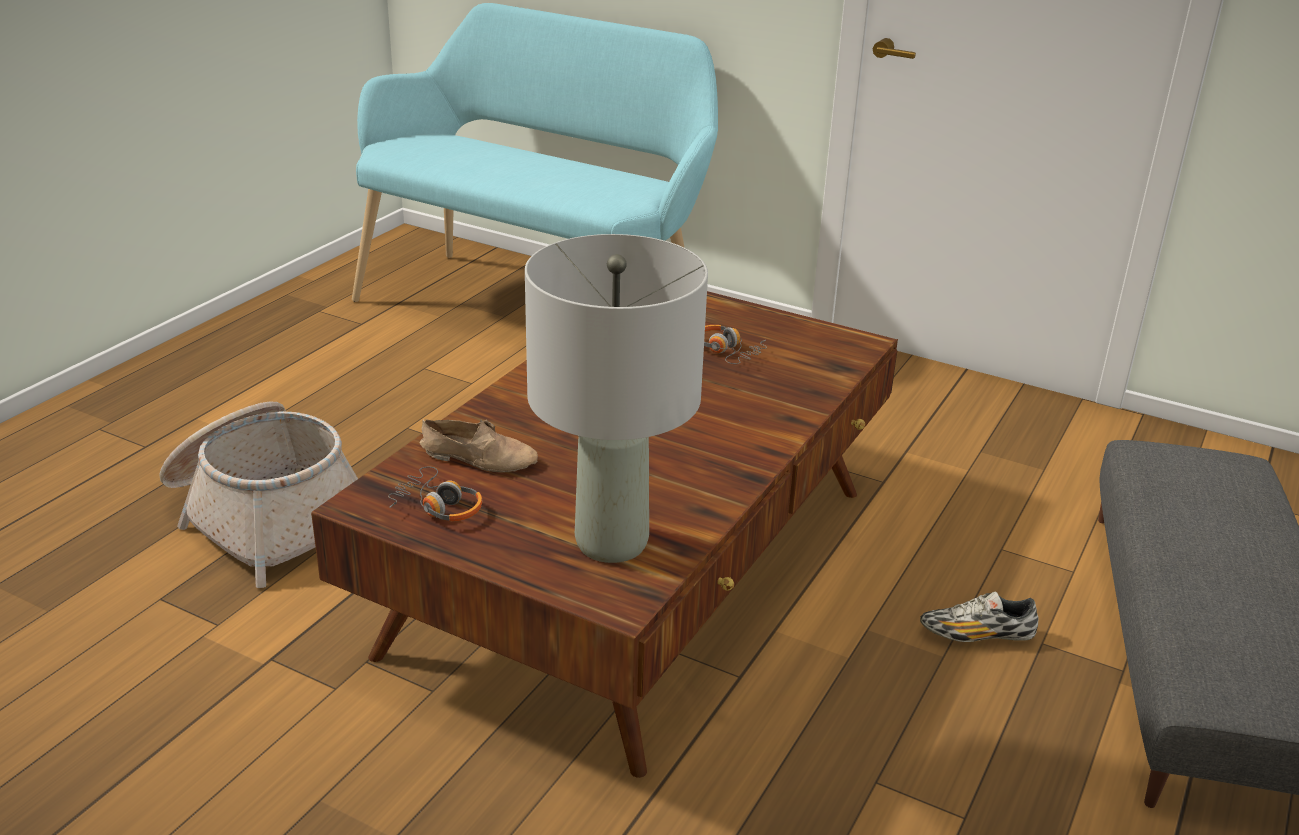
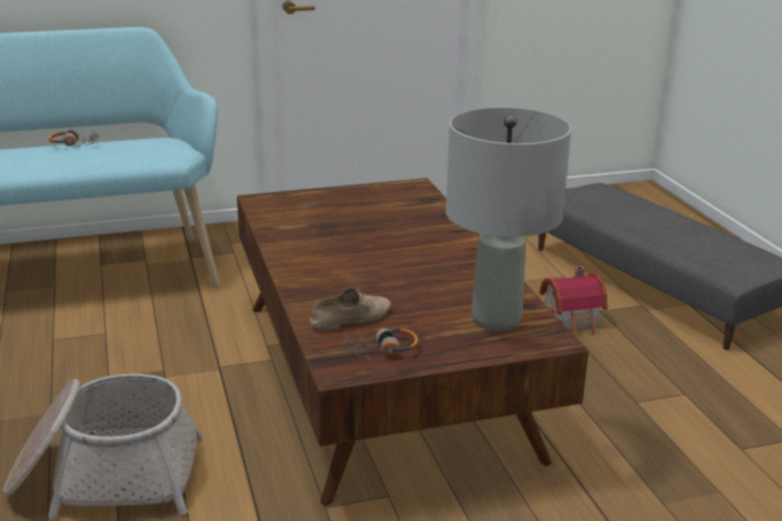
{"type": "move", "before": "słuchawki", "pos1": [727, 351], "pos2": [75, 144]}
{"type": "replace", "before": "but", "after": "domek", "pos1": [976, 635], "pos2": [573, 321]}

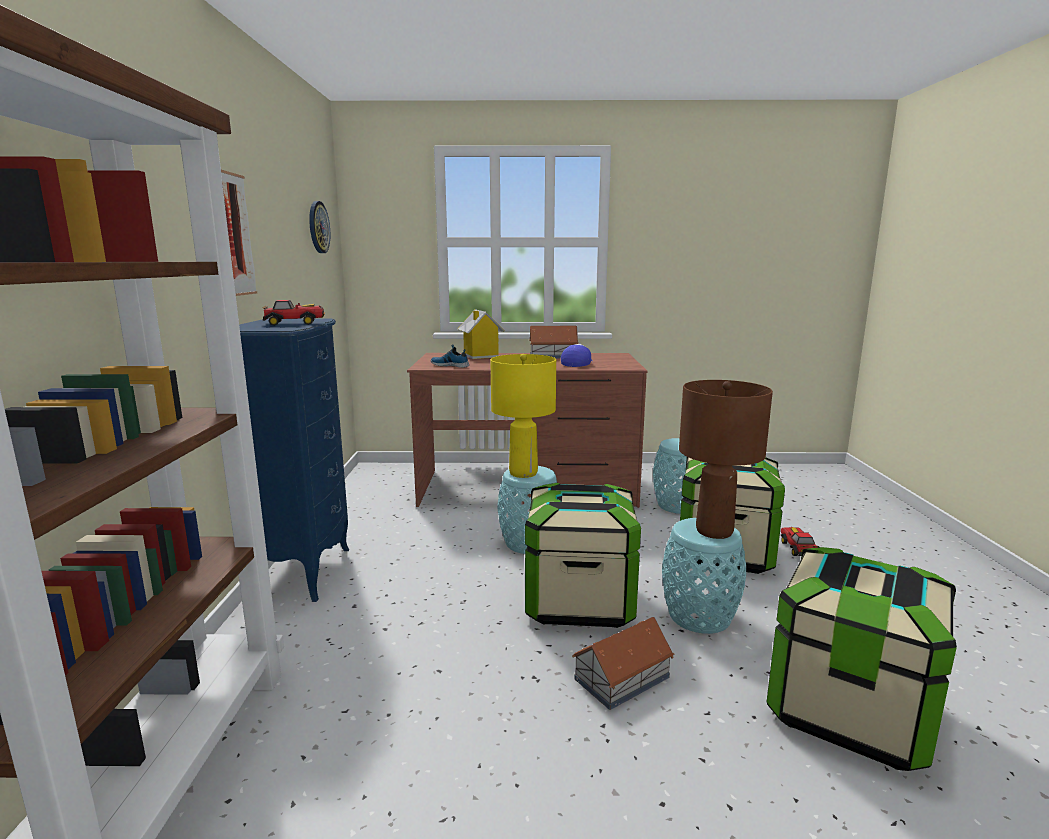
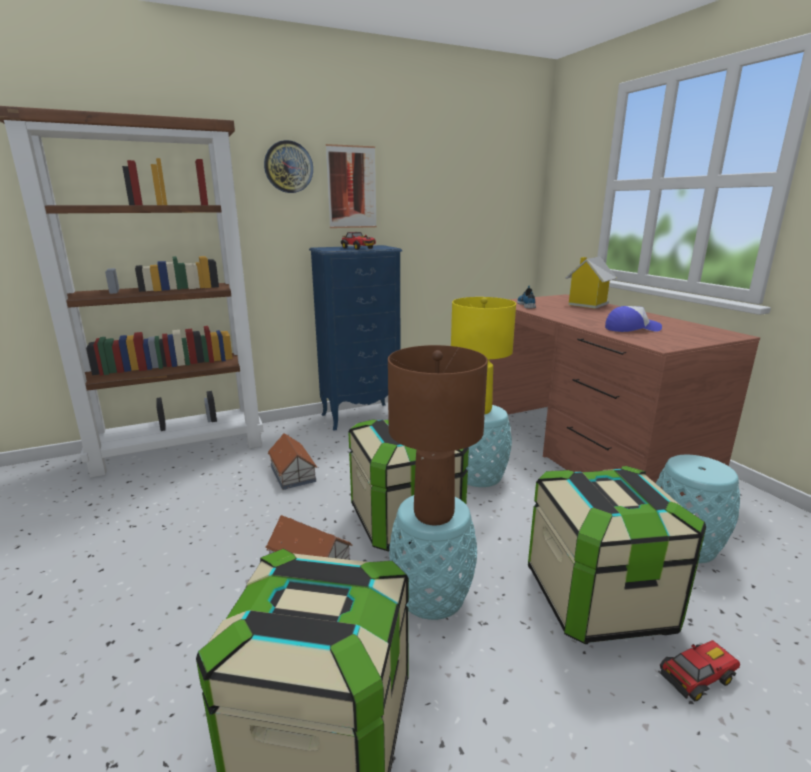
{"type": "move", "before": "zegar ścienny", "pos1": [318, 227], "pos2": [288, 167]}
{"type": "move", "before": "domek", "pos1": [552, 356], "pos2": [293, 473]}

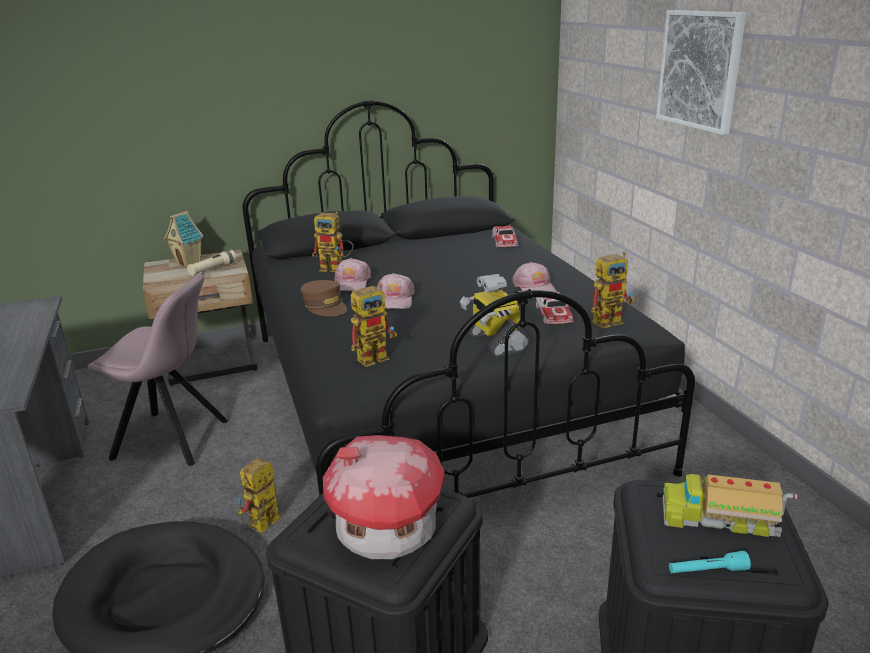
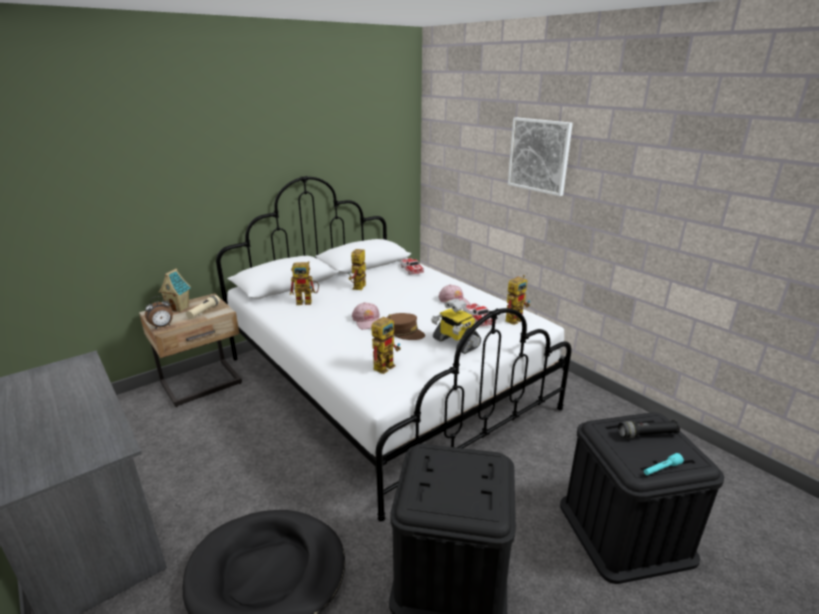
{"type": "delete", "before": "krzesło/różowy", "pos1": [172, 439]}
{"type": "delete", "before": "domek", "pos1": [385, 531]}
{"type": "delete", "before": "czapka z daszkiem/różowy", "pos1": [351, 283]}
{"type": "insert", "after": "budzik", "pos2": [162, 327]}
{"type": "move", "before": "robot zabawkowy", "pos1": [262, 528], "pos2": [359, 289]}
{"type": "move", "before": "czapka z daszkiem/brązowy", "pos1": [325, 306], "pos2": [405, 332]}
{"type": "replace", "before": "ciężarówka zabawkowa", "after": "latarka/czarny", "pos1": [720, 516], "pos2": [647, 434]}
{"type": "recolor", "before": "łóżko/czarny", "after": "łóżko/biały", "pos1": [436, 396], "pos2": [385, 382]}

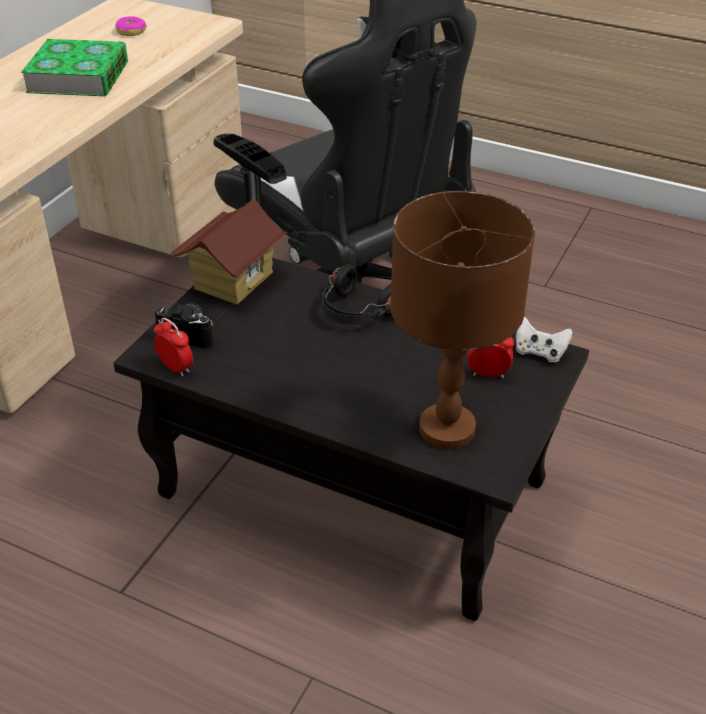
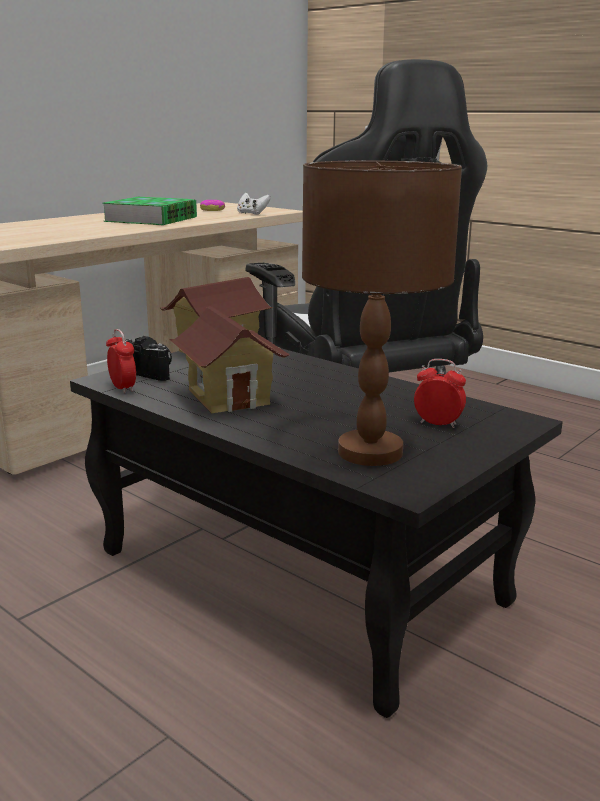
{"type": "delete", "before": "słuchawki/czarny", "pos1": [356, 311]}
{"type": "insert", "after": "domek", "pos2": [229, 397]}
{"type": "move", "before": "pad do gier/biały", "pos1": [539, 352], "pos2": [252, 213]}

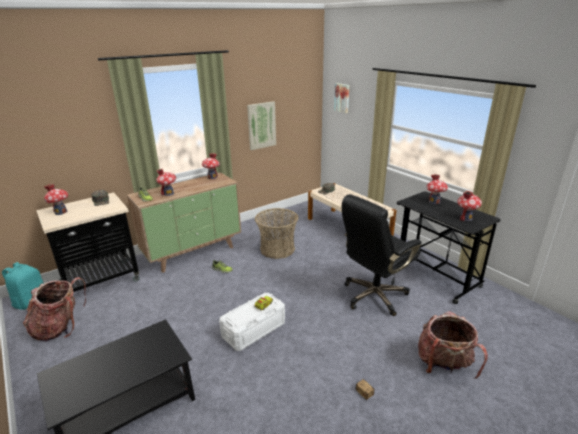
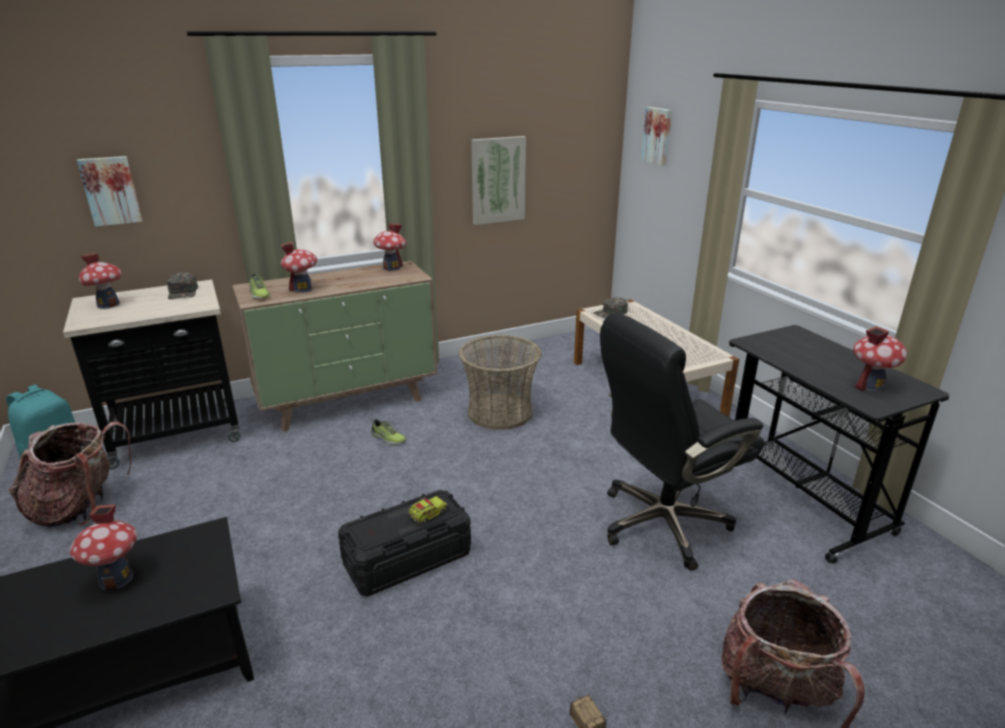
{"type": "insert", "after": "obraz", "pos2": [110, 190]}
{"type": "move", "before": "domek", "pos1": [434, 202], "pos2": [117, 579]}
{"type": "recolor", "before": "pojemnik do przechowywania/biały", "after": "pojemnik do przechowywania/czarny", "pos1": [253, 330], "pos2": [407, 559]}

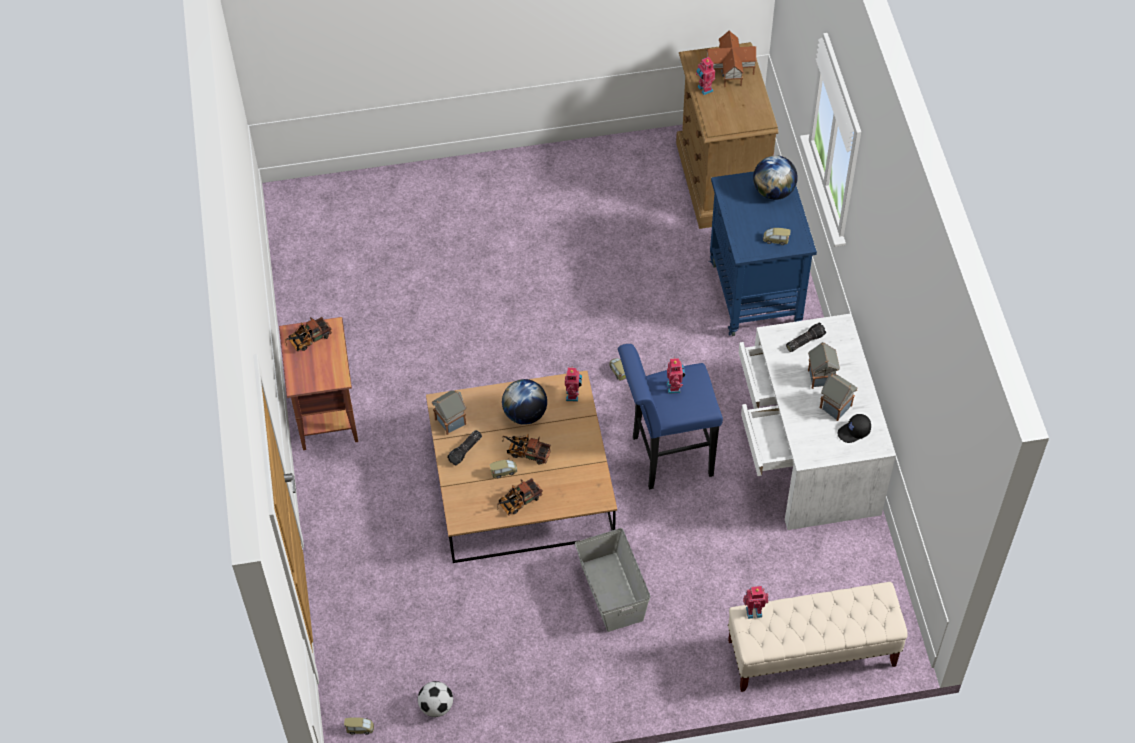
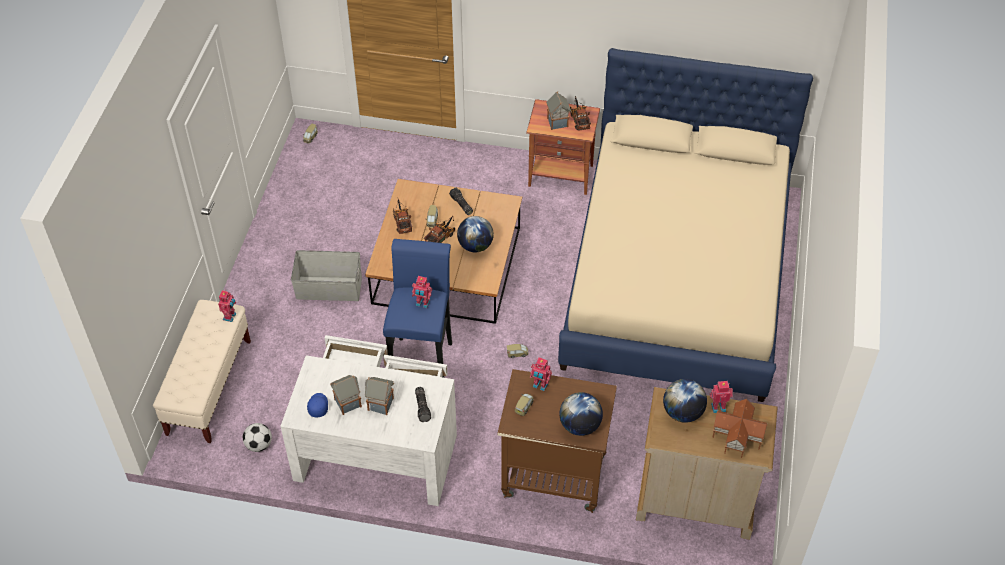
{"type": "insert", "after": "łóżko/beżowy", "pos2": [677, 275]}
{"type": "insert", "after": "globus", "pos2": [683, 412]}
{"type": "move", "before": "piłka futbolowa", "pos1": [436, 706], "pos2": [259, 445]}
{"type": "move", "before": "domek", "pos1": [451, 421], "pos2": [558, 123]}
{"type": "move", "before": "robot zabawkowy", "pos1": [573, 395], "pos2": [540, 385]}
{"type": "recolor", "before": "wózek/niebieski", "after": "wózek/brązowy", "pos1": [754, 295], "pos2": [553, 476]}
{"type": "recolor", "before": "czapka z daszkiem/czarny", "after": "czapka z daszkiem/niebieski", "pos1": [854, 432], "pos2": [317, 406]}

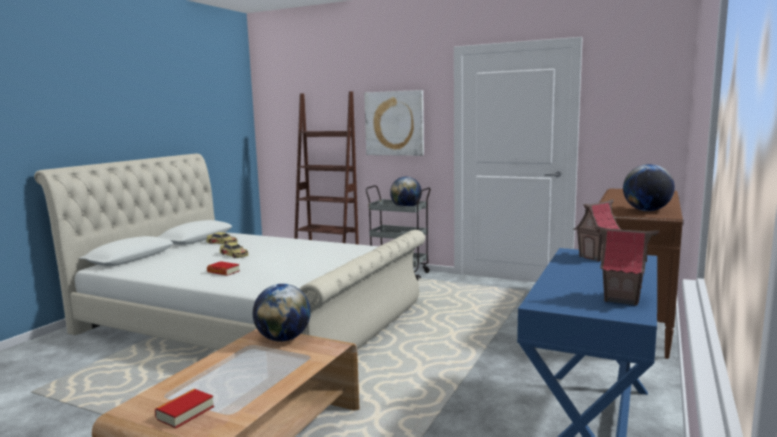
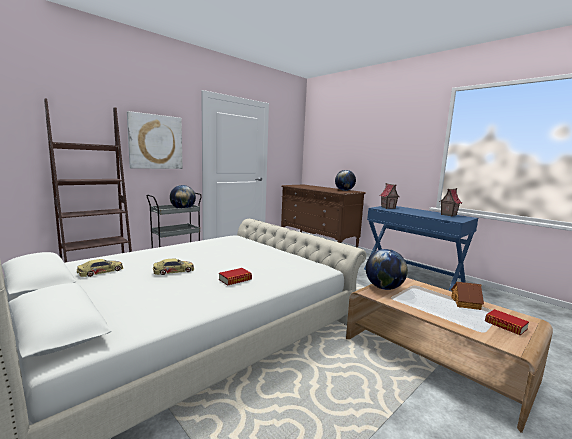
{"type": "insert", "after": "domek", "pos2": [466, 303]}

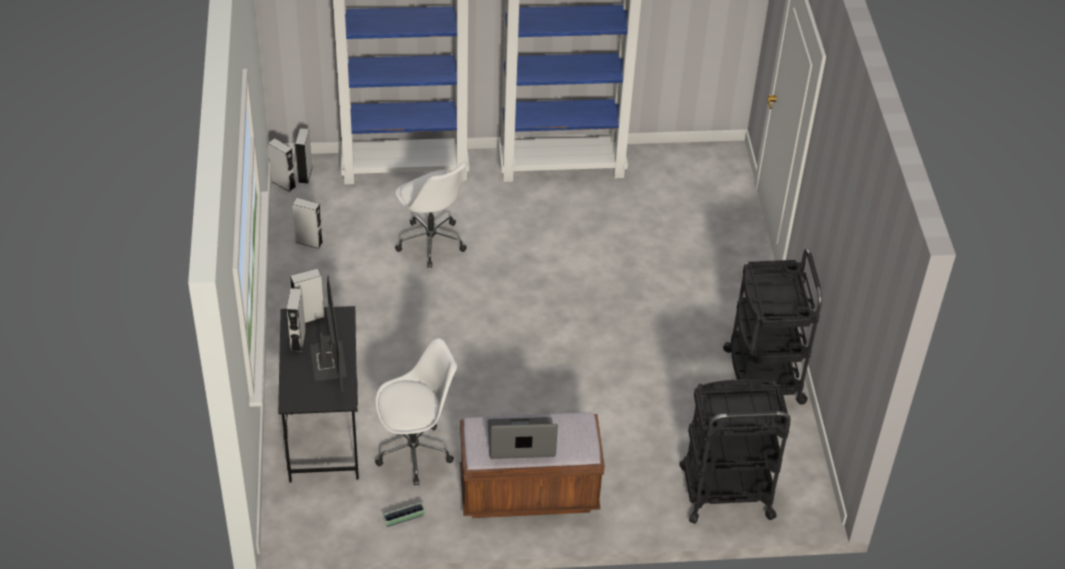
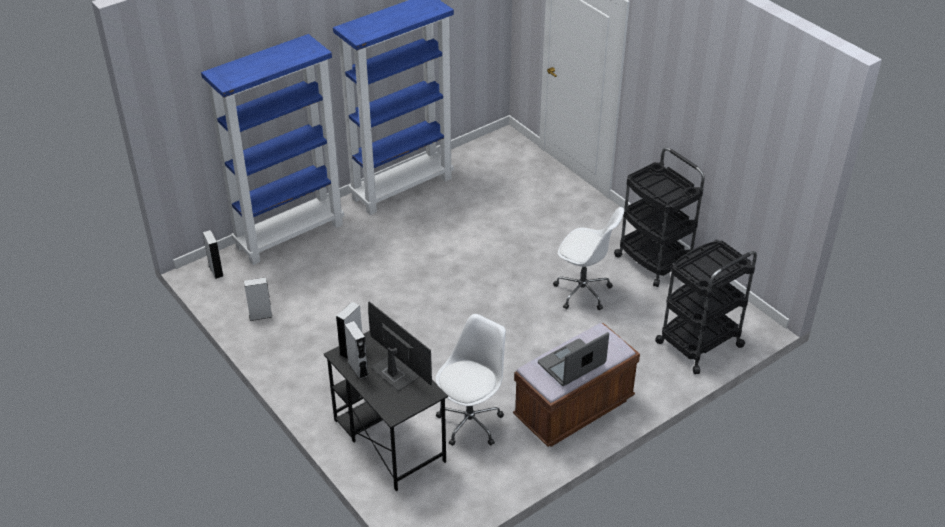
{"type": "delete", "before": "głośnik/szary", "pos1": [283, 184]}
{"type": "delete", "before": "donica", "pos1": [403, 518]}
{"type": "move", "before": "krzesło biurowe/biały", "pos1": [432, 244], "pos2": [584, 292]}

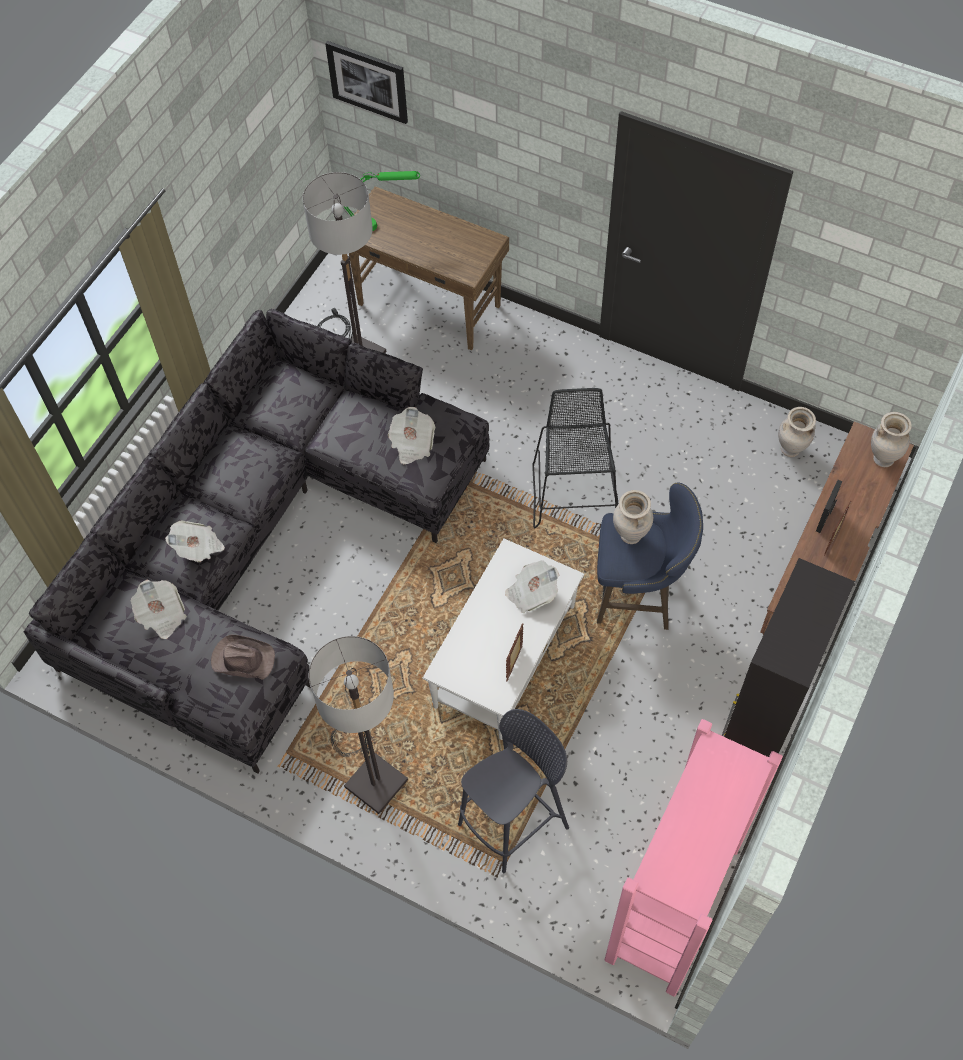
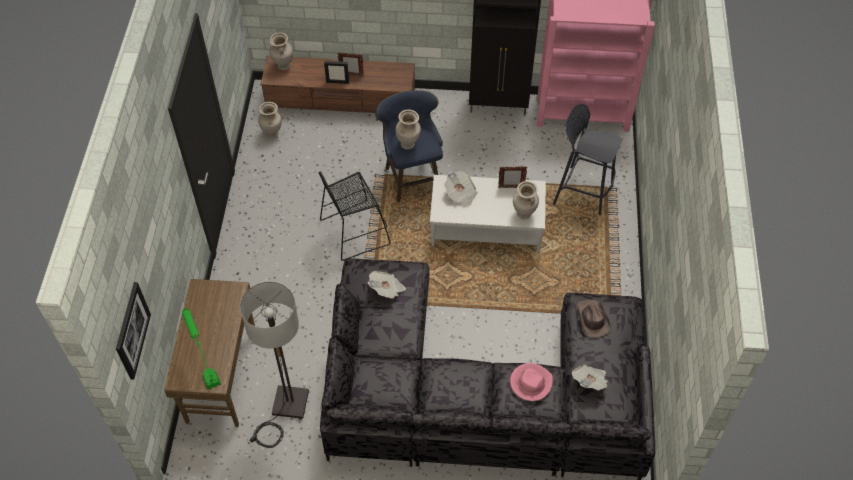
{"type": "delete", "before": "lampa stojąca", "pos1": [369, 770]}
{"type": "insert", "after": "wazon/beżowy", "pos2": [523, 214]}
{"type": "replace", "before": "gazeta", "after": "kapelusz/różowy", "pos1": [198, 548], "pos2": [531, 383]}

